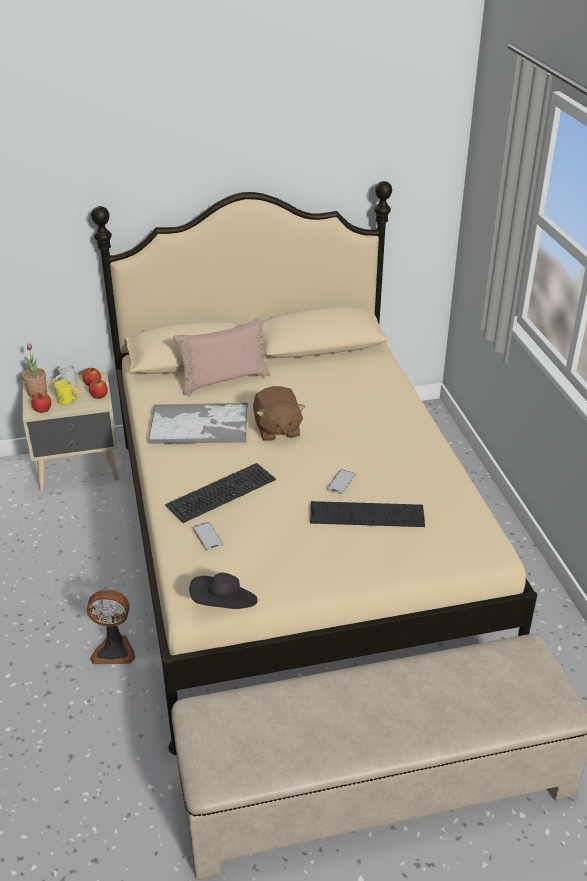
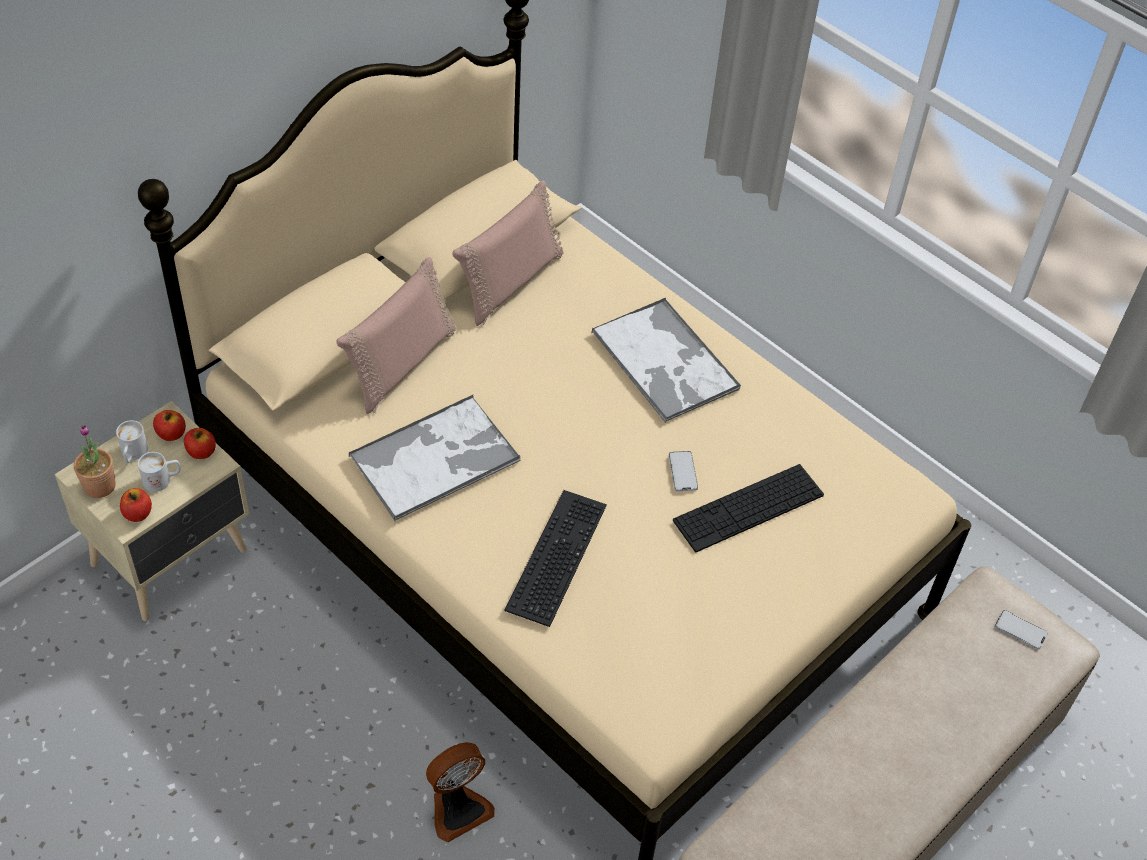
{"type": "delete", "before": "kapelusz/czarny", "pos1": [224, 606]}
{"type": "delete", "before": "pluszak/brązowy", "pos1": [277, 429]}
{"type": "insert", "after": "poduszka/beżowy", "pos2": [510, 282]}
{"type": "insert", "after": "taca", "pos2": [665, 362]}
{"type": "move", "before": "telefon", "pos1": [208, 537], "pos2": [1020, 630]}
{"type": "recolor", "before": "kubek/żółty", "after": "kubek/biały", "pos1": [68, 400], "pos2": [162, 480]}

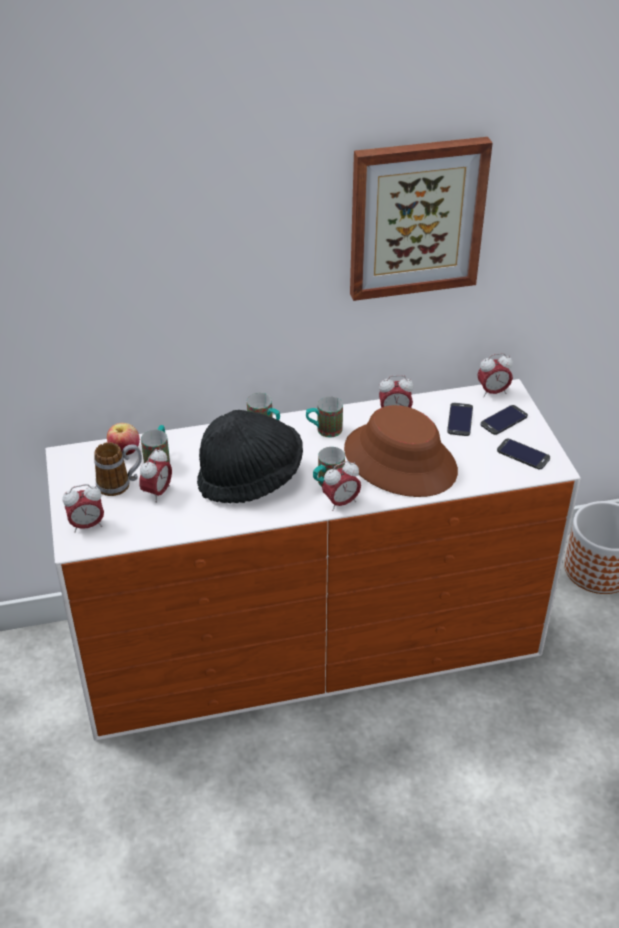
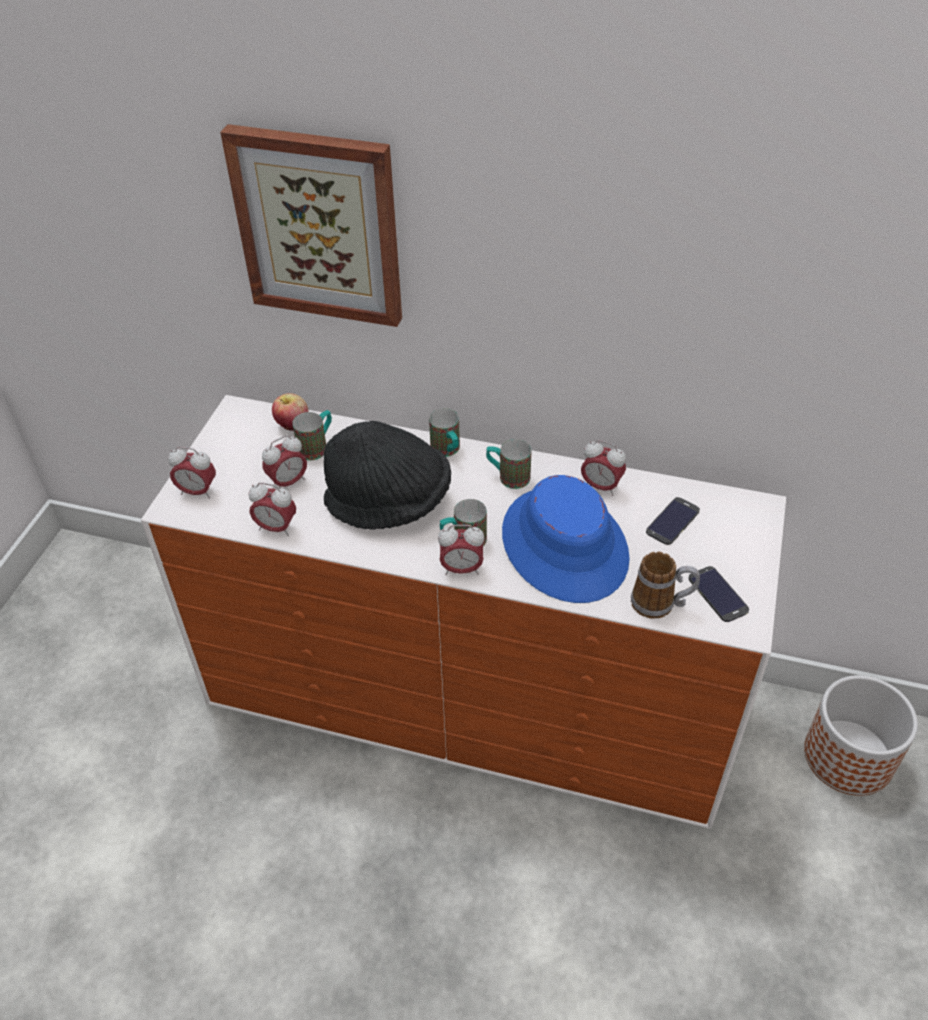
{"type": "delete", "before": "telefon", "pos1": [503, 420]}
{"type": "move", "before": "kubek", "pos1": [120, 484], "pos2": [661, 604]}
{"type": "move", "before": "obraz", "pos1": [416, 218], "pos2": [319, 226]}
{"type": "move", "before": "budzik", "pos1": [492, 392], "pos2": [276, 528]}
{"type": "recolor", "before": "kapelusz/brązowy", "after": "kapelusz/niebieski", "pos1": [400, 460], "pos2": [565, 545]}

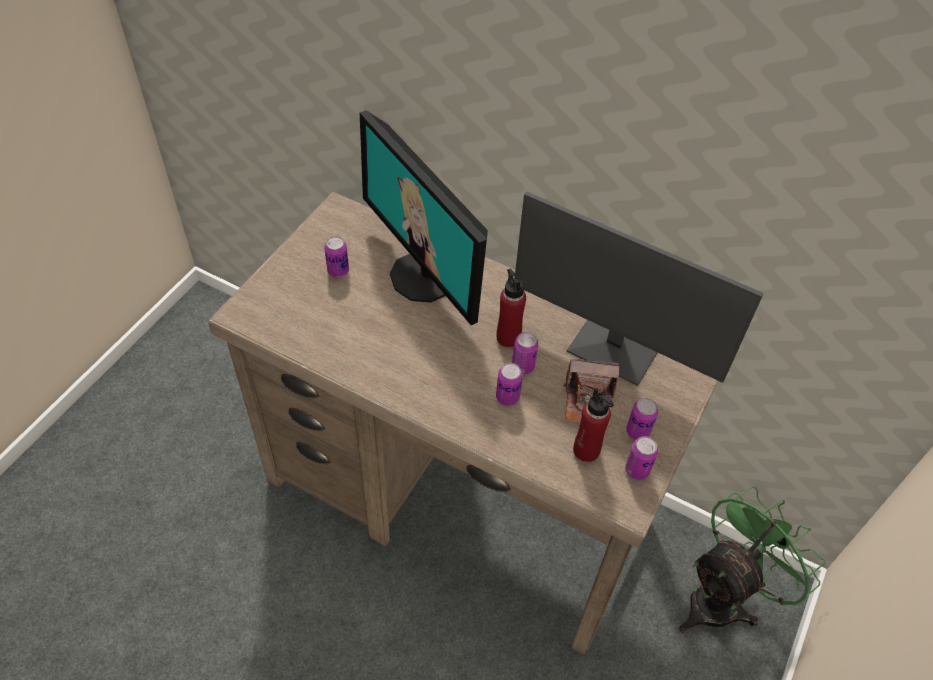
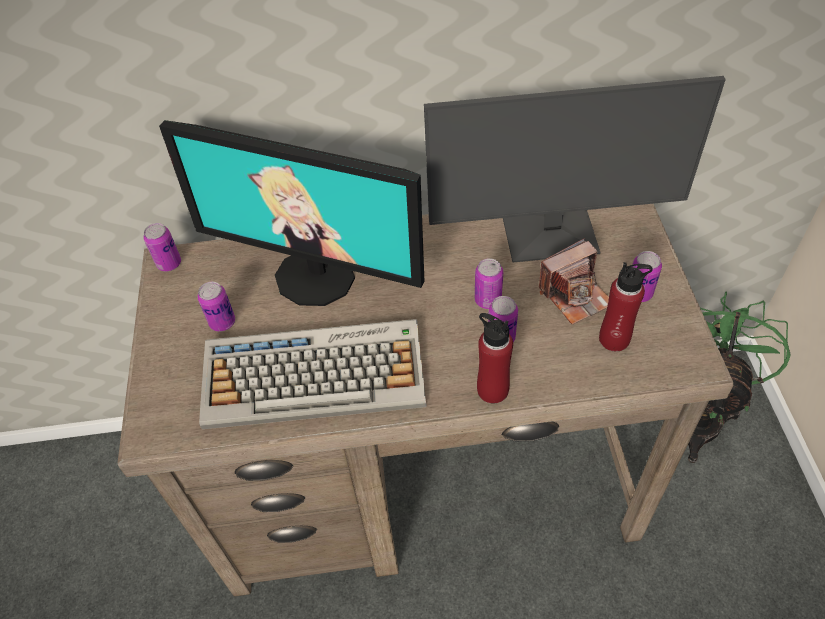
{"type": "insert", "after": "klawiatura", "pos2": [316, 374]}
{"type": "move", "before": "butelka/czerwony", "pos1": [508, 337], "pos2": [492, 389]}
{"type": "move", "before": "puszka", "pos1": [637, 470], "pos2": [169, 263]}

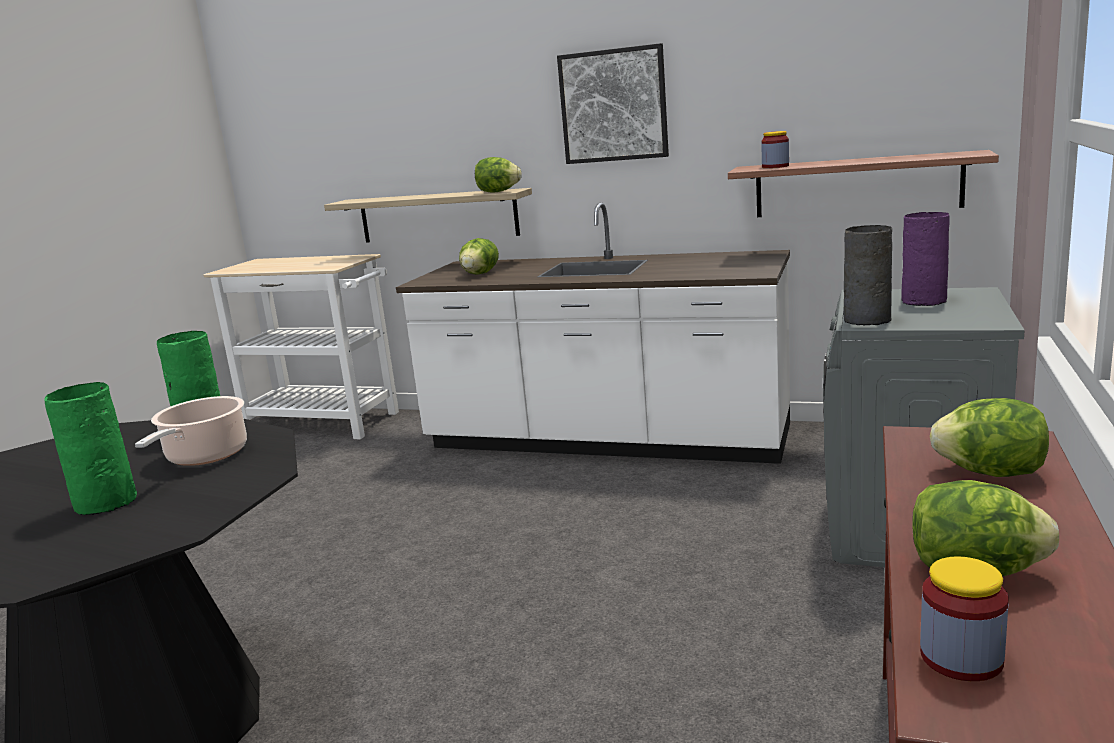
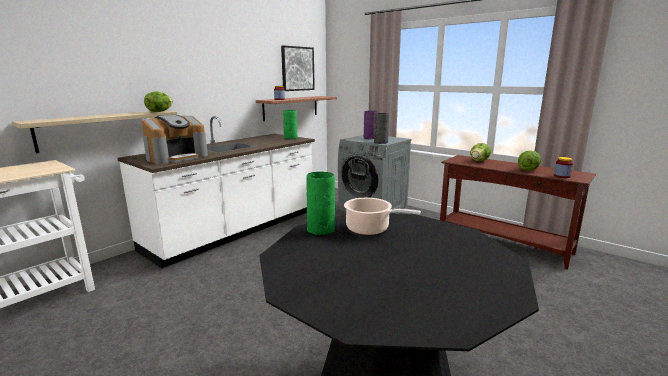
{"type": "move", "before": "wazon/zielony", "pos1": [106, 502], "pos2": [290, 138]}
{"type": "move", "before": "obraz", "pos1": [613, 105], "pos2": [297, 68]}
{"type": "replace", "before": "sałata", "after": "ekspres do kawy", "pos1": [479, 274], "pos2": [177, 157]}

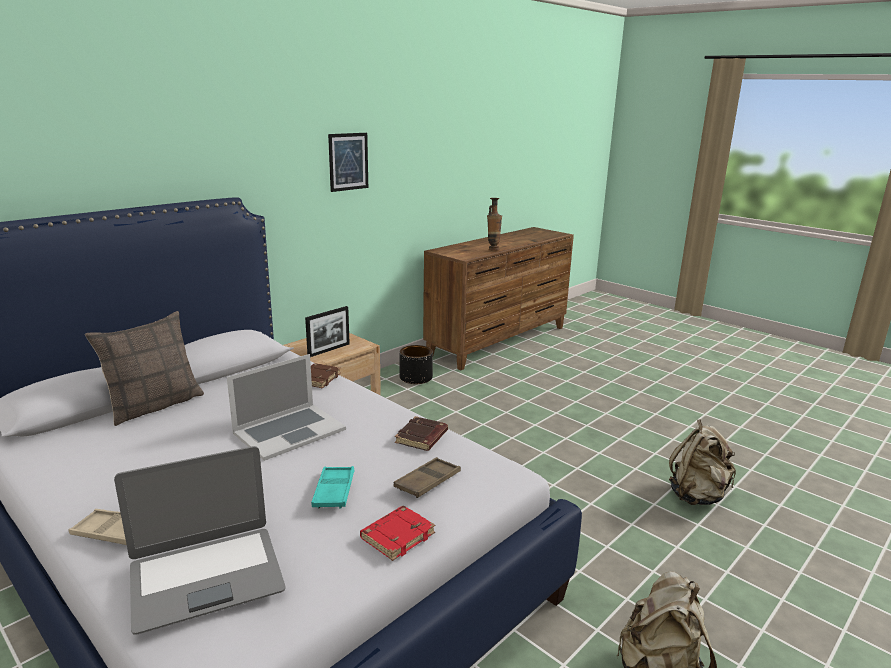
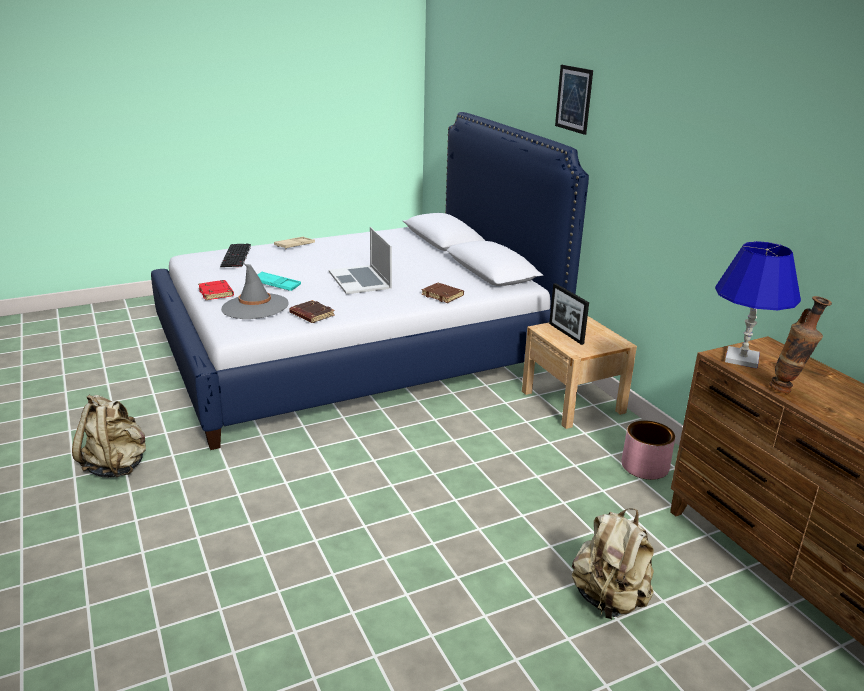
{"type": "delete", "before": "poduszka", "pos1": [154, 405]}
{"type": "insert", "after": "lampa stołowa/niebieski", "pos2": [742, 359]}
{"type": "move", "before": "obraz", "pos1": [348, 161], "pos2": [574, 99]}
{"type": "move", "before": "plecak/beżowy", "pos1": [697, 495], "pos2": [609, 599]}
{"type": "replace", "before": "laptop", "after": "klawiatura", "pos1": [206, 577], "pos2": [237, 256]}
{"type": "replace", "before": "taca/brązowy", "after": "kapelusz/szary", "pos1": [427, 482], "pos2": [255, 307]}
{"type": "recolor", "before": "donica/czarny", "after": "donica/różowy", "pos1": [416, 378], "pos2": [645, 467]}

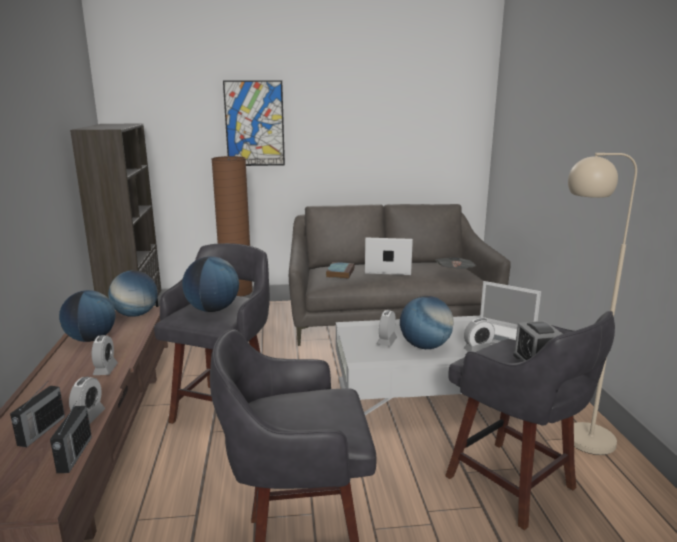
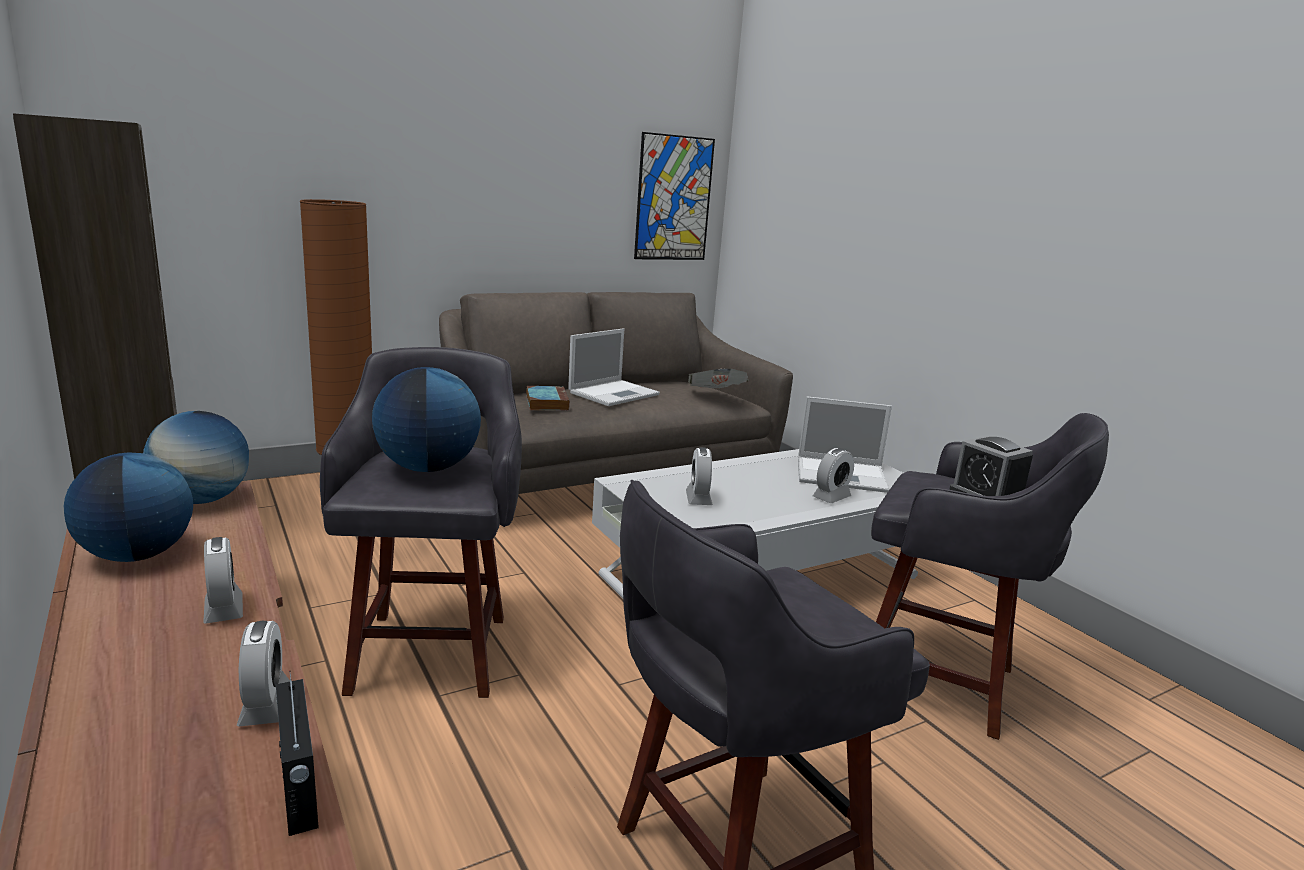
{"type": "delete", "before": "radio", "pos1": [40, 431]}
{"type": "delete", "before": "globus", "pos1": [425, 346]}
{"type": "delete", "before": "lampa stojąca/beżowy", "pos1": [576, 442]}
{"type": "move", "before": "obraz", "pos1": [254, 124], "pos2": [673, 198]}
{"type": "rotate", "before": "laptop", "pos1": [387, 269], "pos2": [615, 393], "turn": 150}

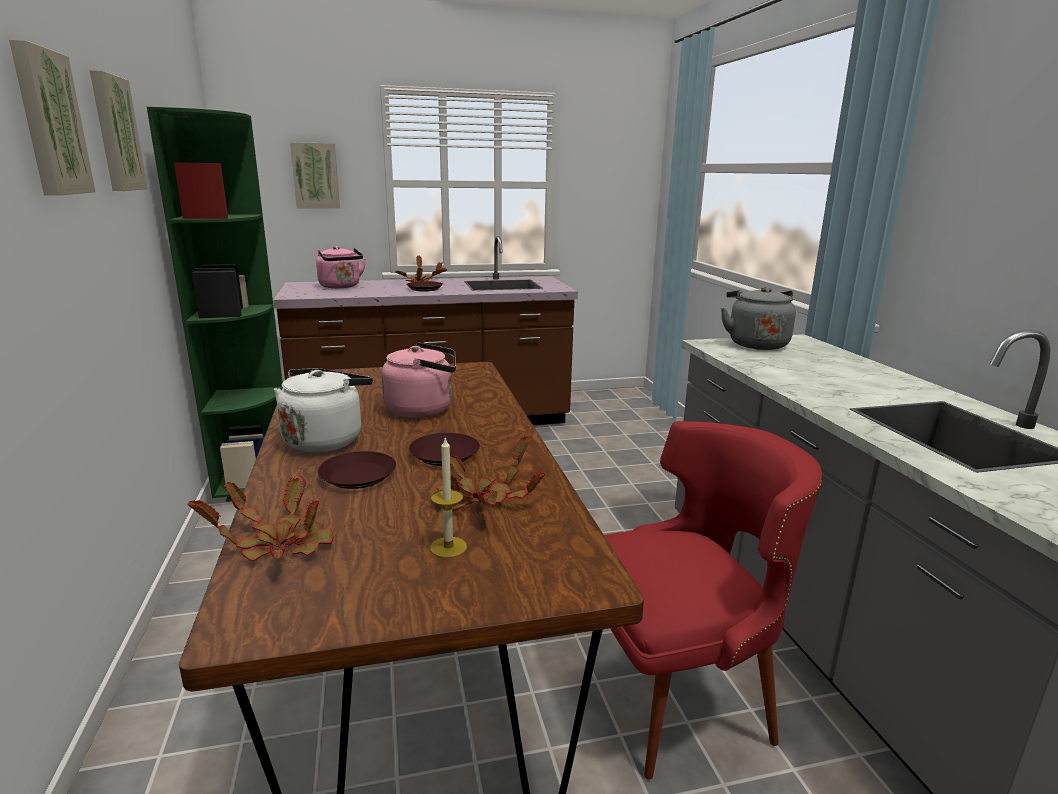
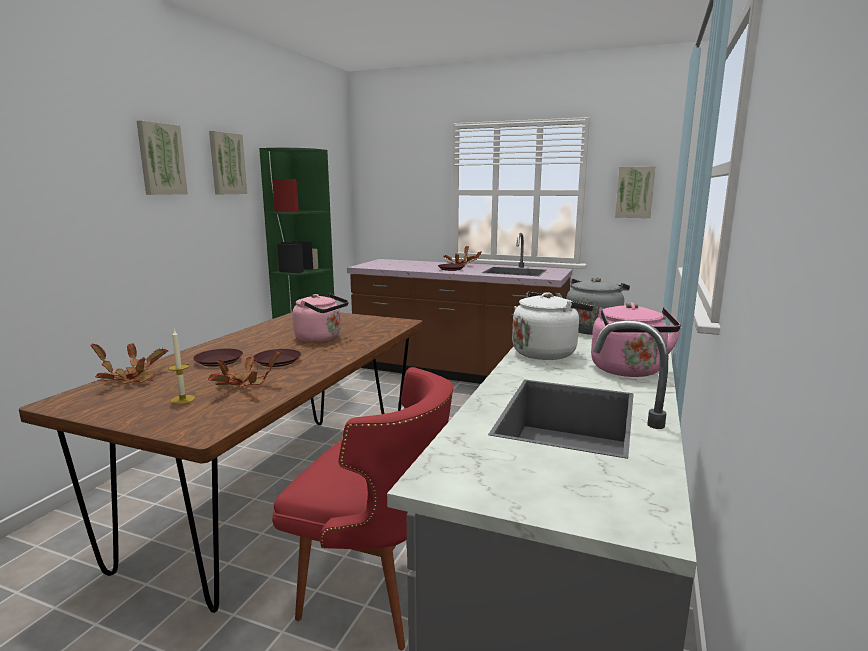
{"type": "move", "before": "czajnik/biały", "pos1": [325, 439], "pos2": [546, 352]}
{"type": "move", "before": "obraz", "pos1": [315, 175], "pos2": [634, 192]}
{"type": "move", "before": "czajnik/różowy", "pos1": [341, 286], "pos2": [629, 371]}

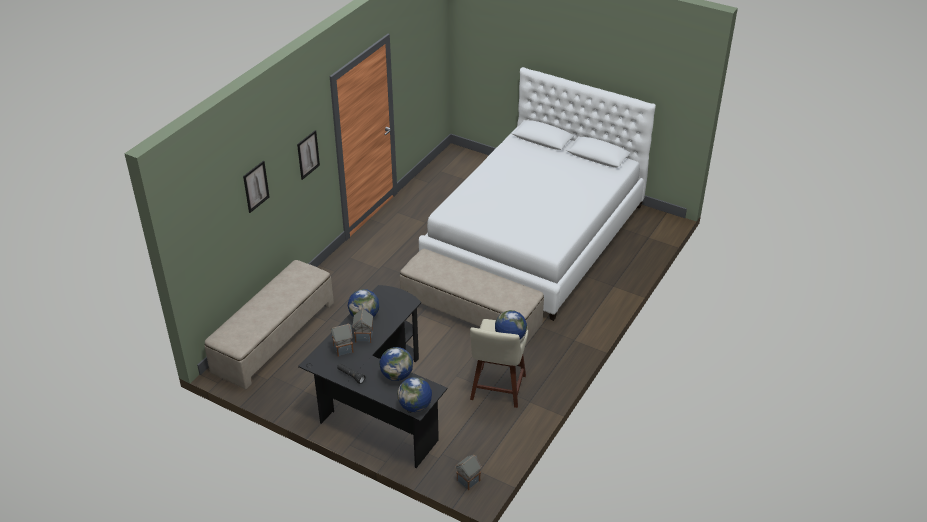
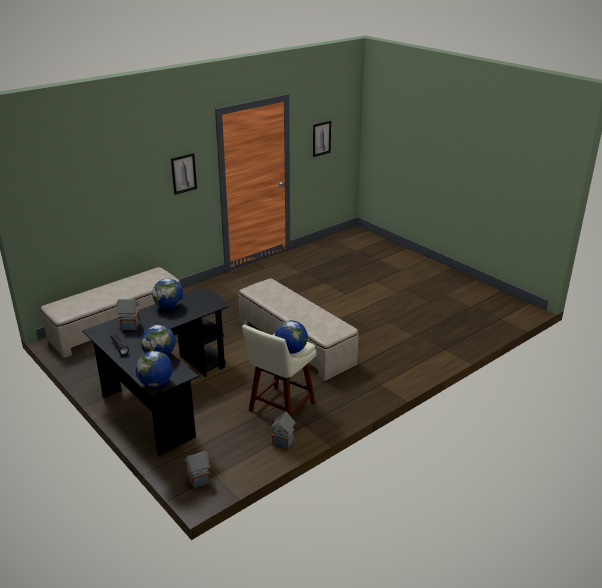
{"type": "delete", "before": "łóżko/biały", "pos1": [536, 237]}
{"type": "move", "before": "obraz", "pos1": [256, 186], "pos2": [321, 138]}
{"type": "move", "before": "domek", "pos1": [363, 336], "pos2": [283, 442]}

